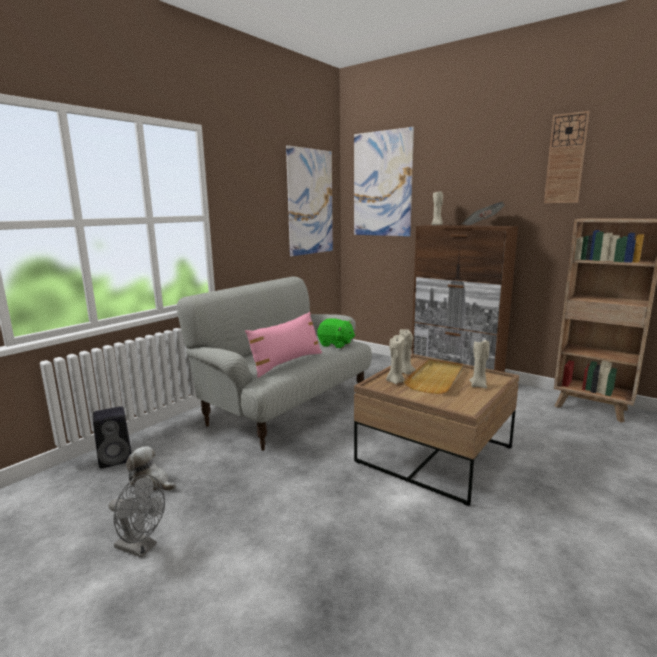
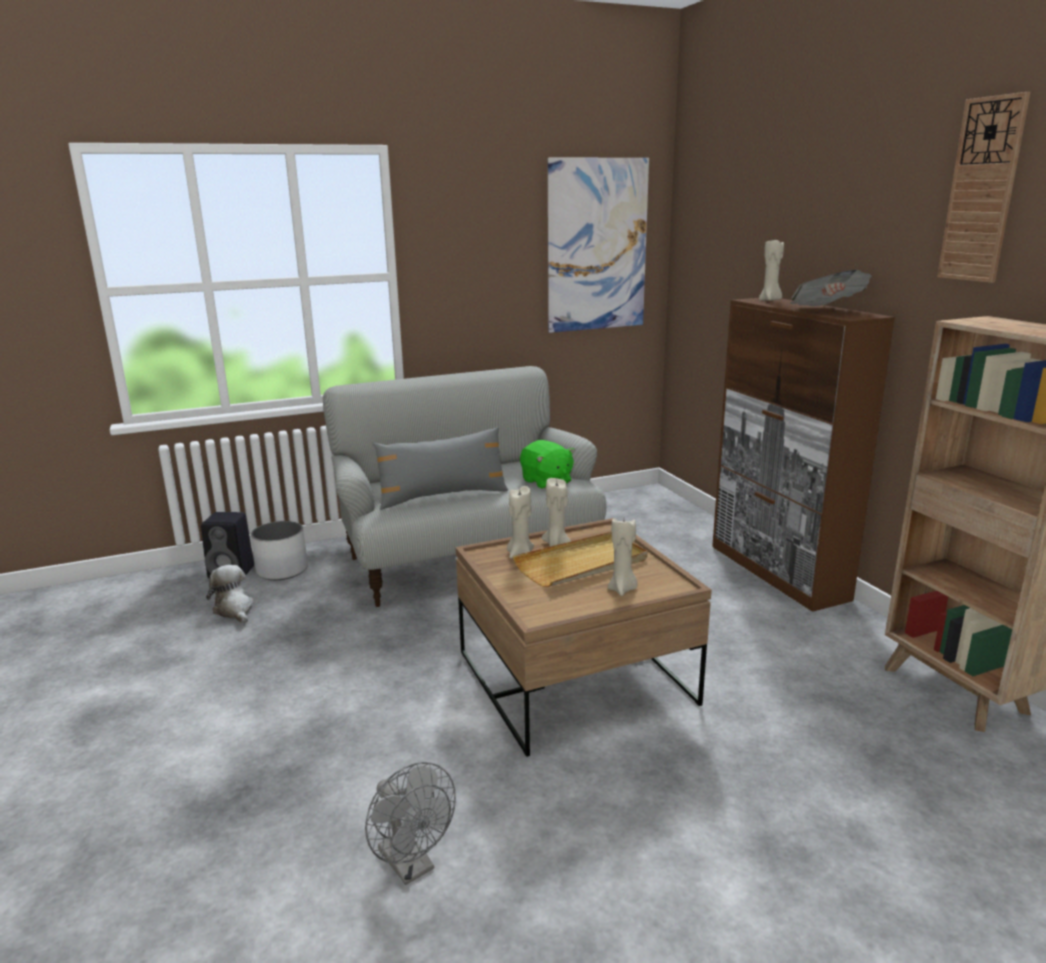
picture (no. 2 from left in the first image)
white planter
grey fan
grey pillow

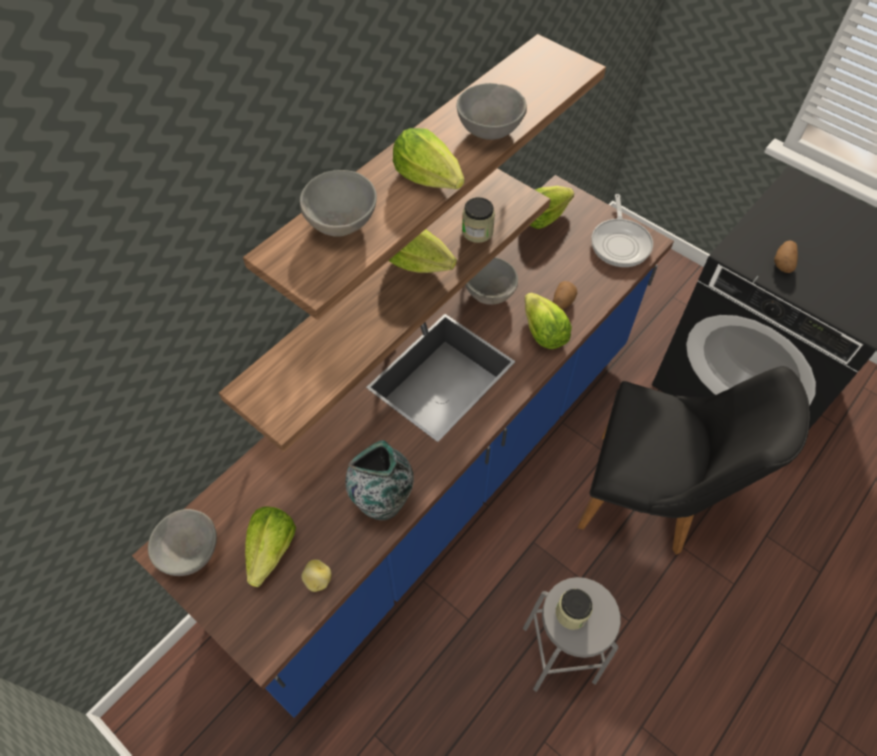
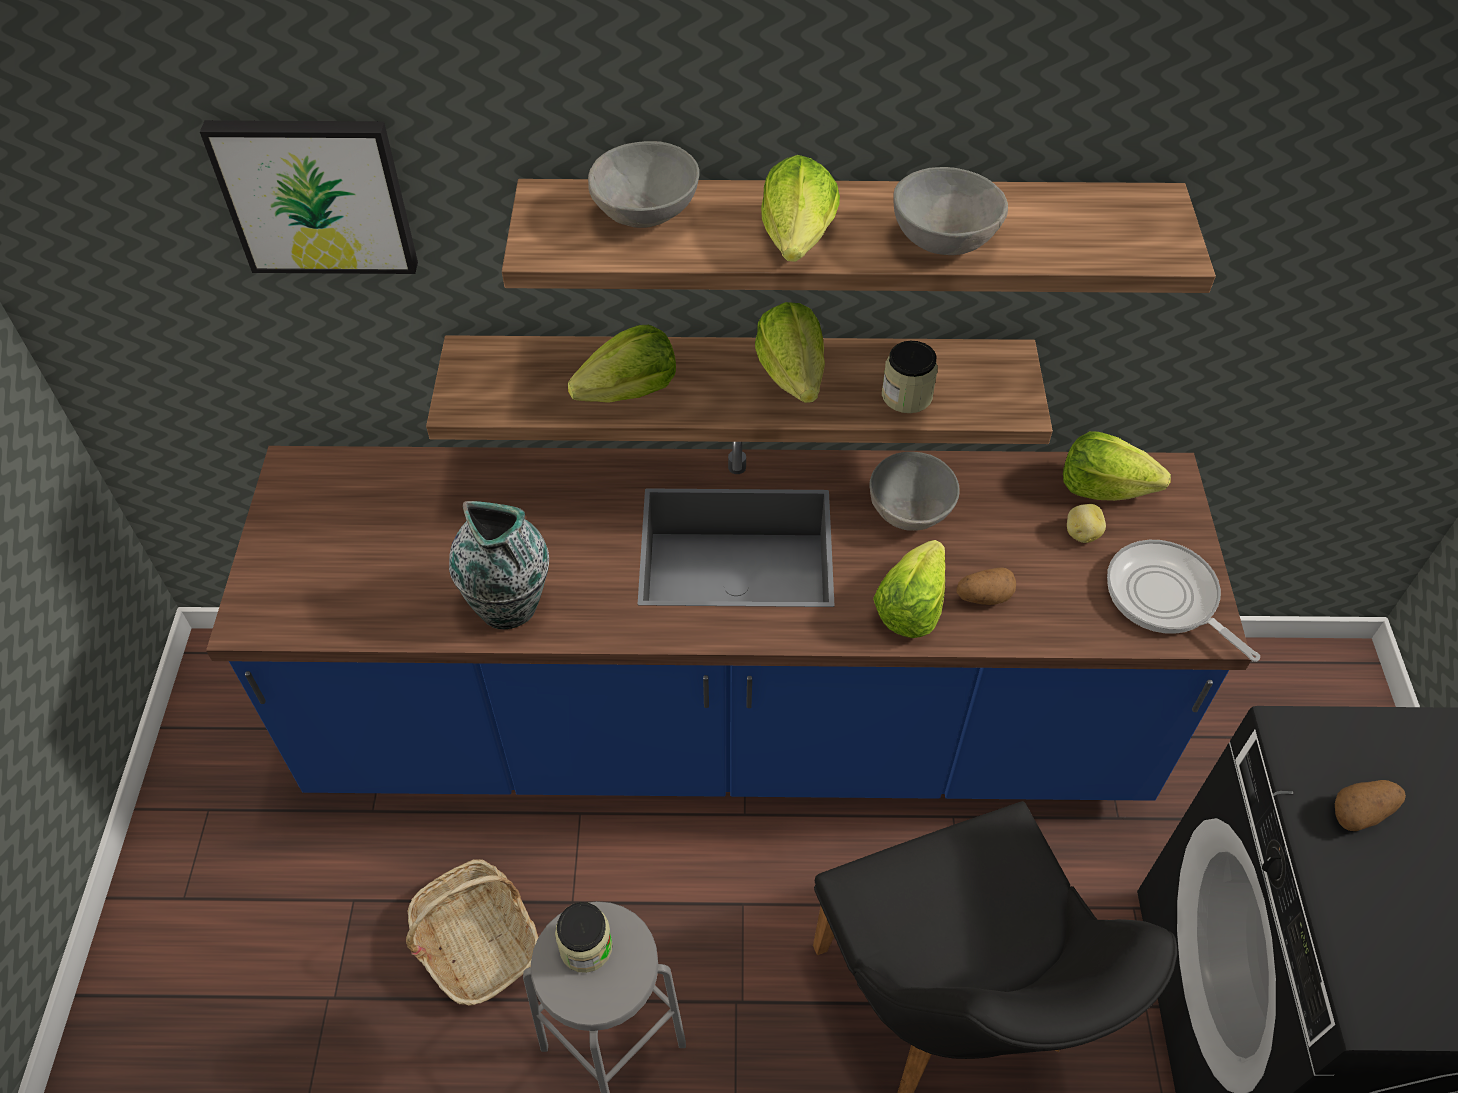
grey bowl (no. 1 from left in the first image)
picture
basket
lettuce (no. 1 from left)
potato (no. 2 from left)
frying pan

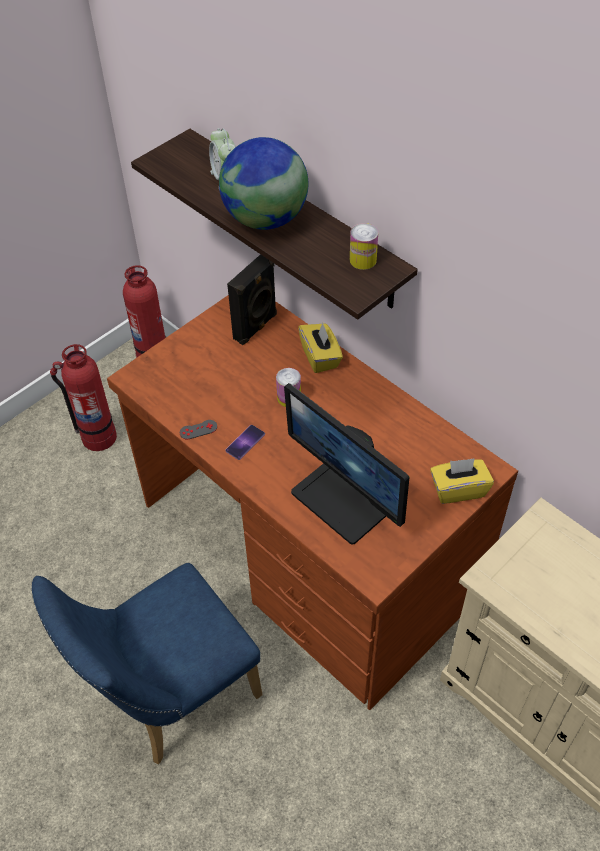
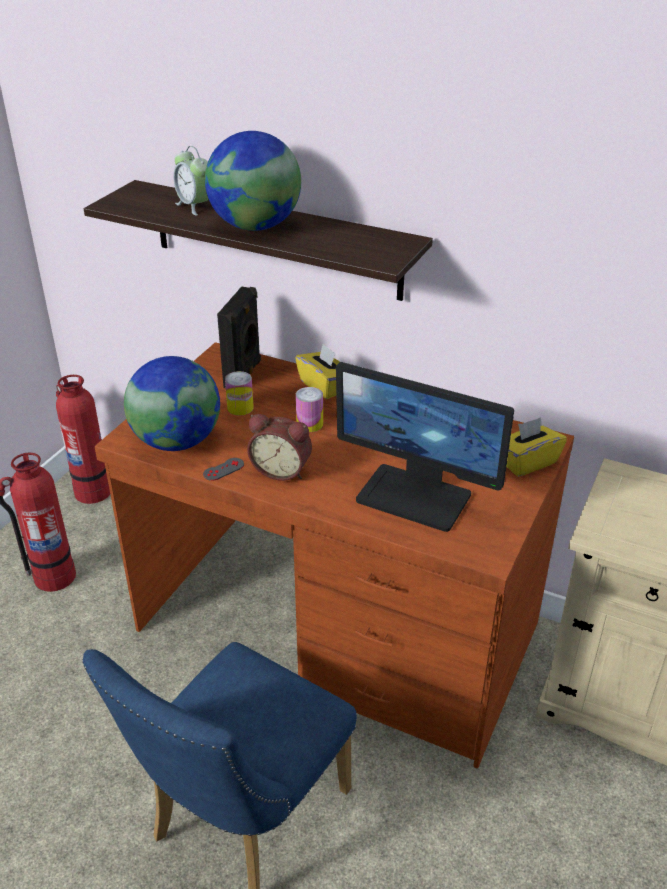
globe (no. 1 from left)
can (no. 1 from left)
alarm clock (no. 2 from left)

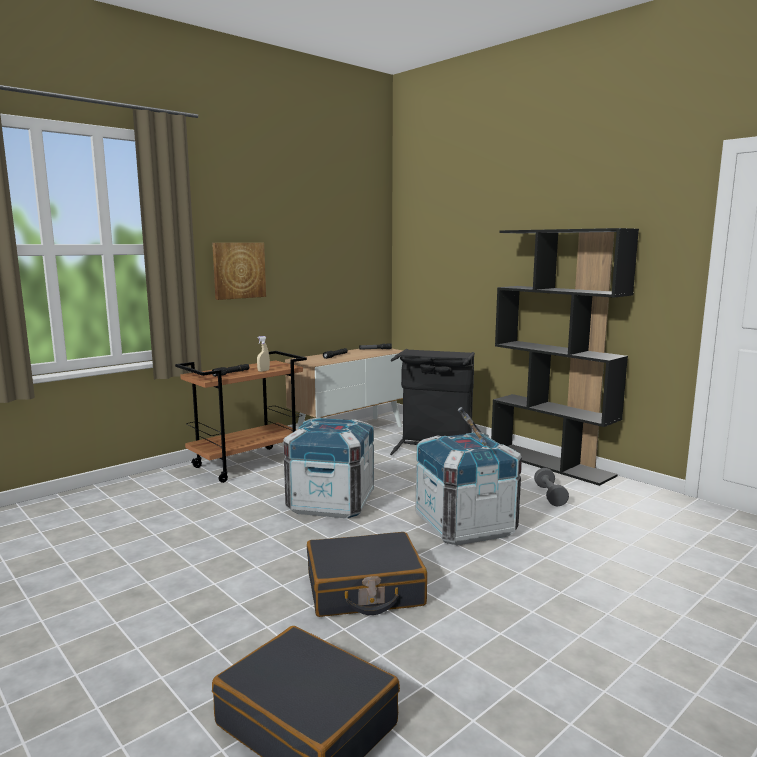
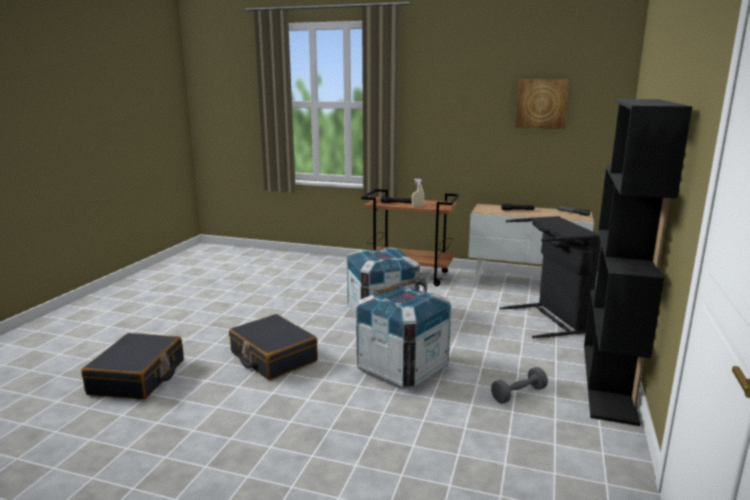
picture

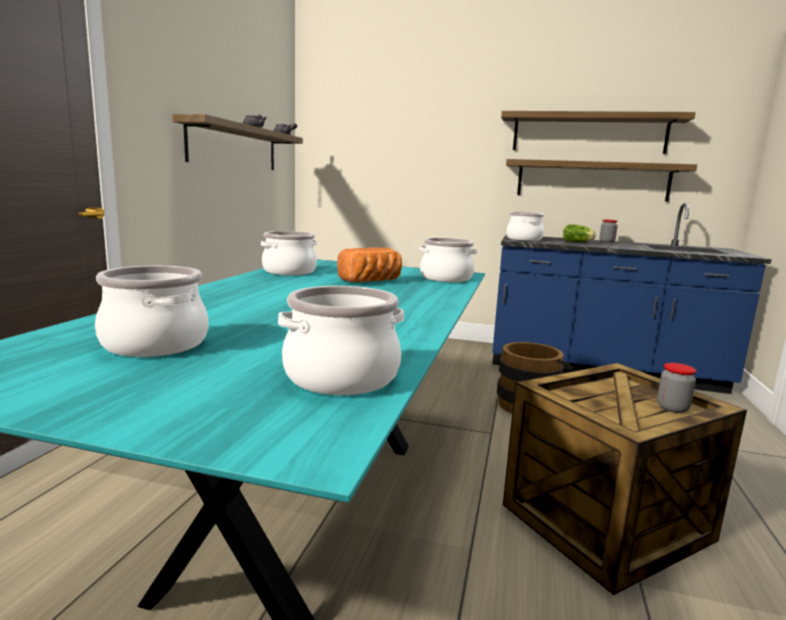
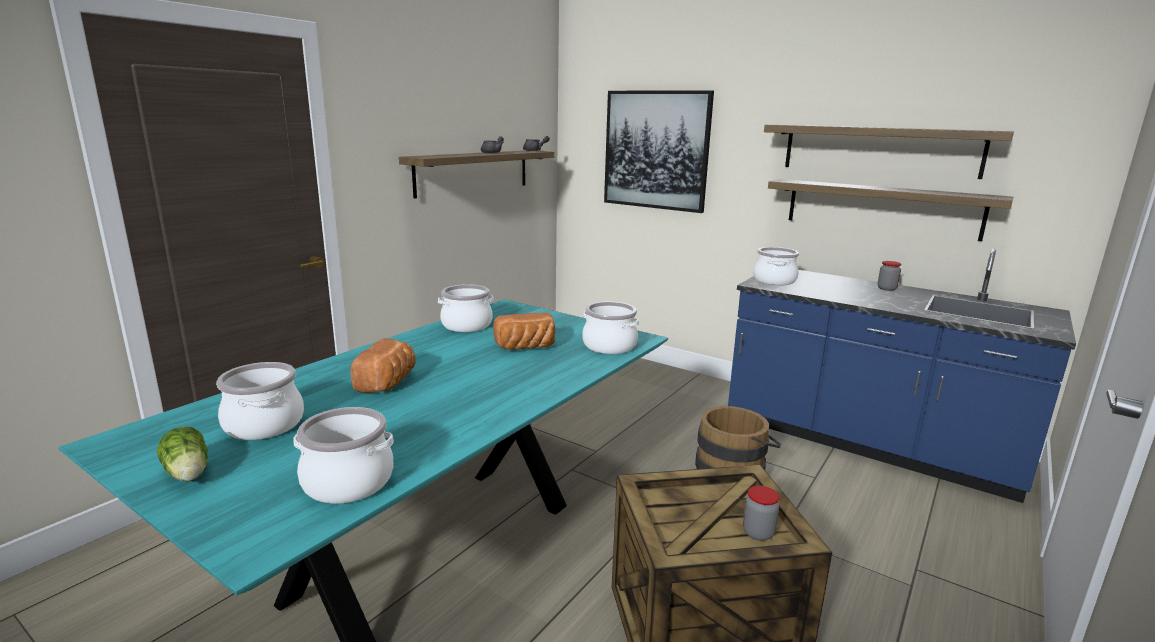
bread (no. 1 from left)
picture
lettuce

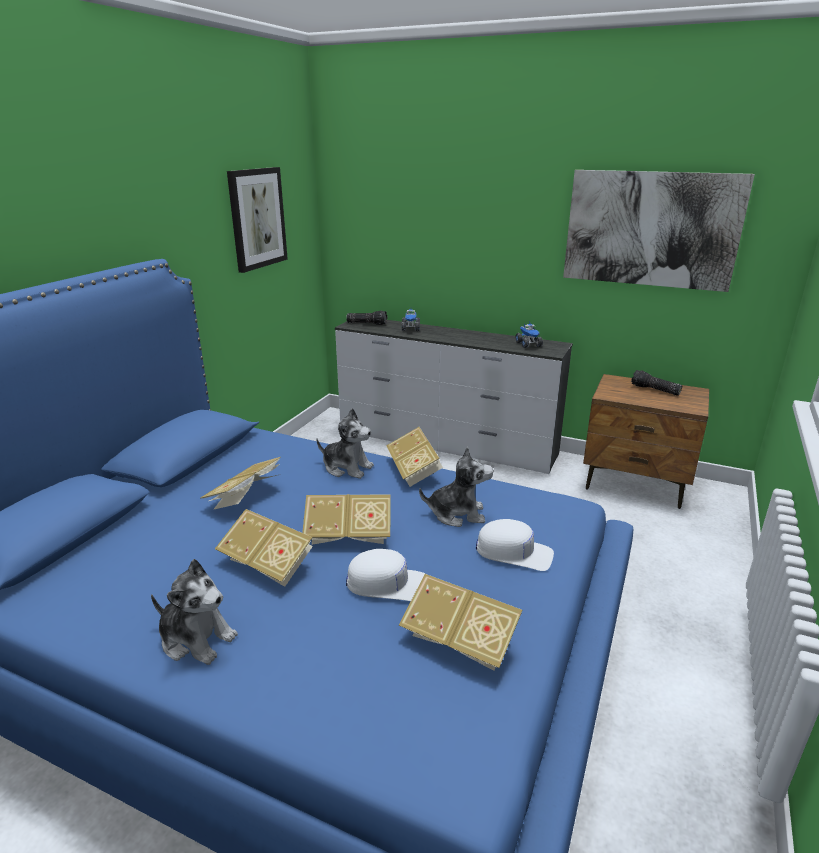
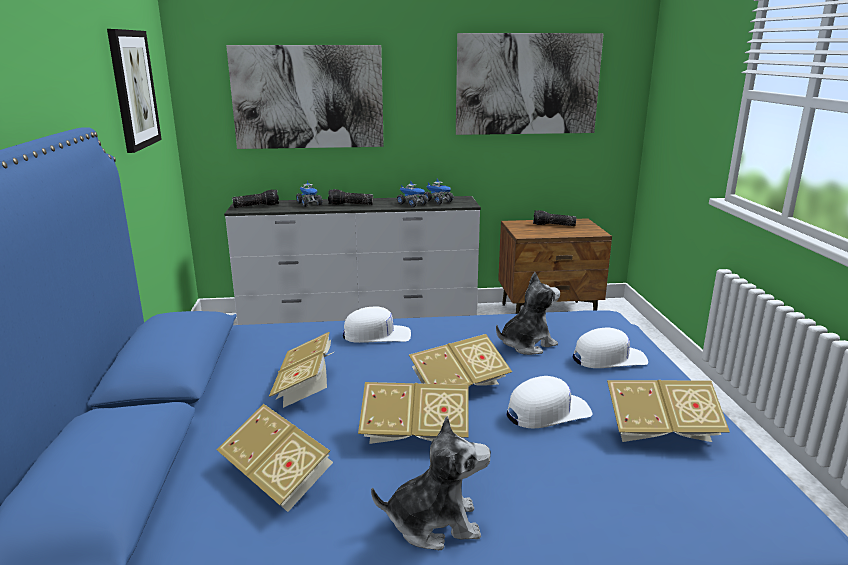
picture (no. 2 from left)
flashlight (no. 2 from left)
toy truck (no. 2 from left)
book (no. 1 from left)
white cap (no. 1 from left)

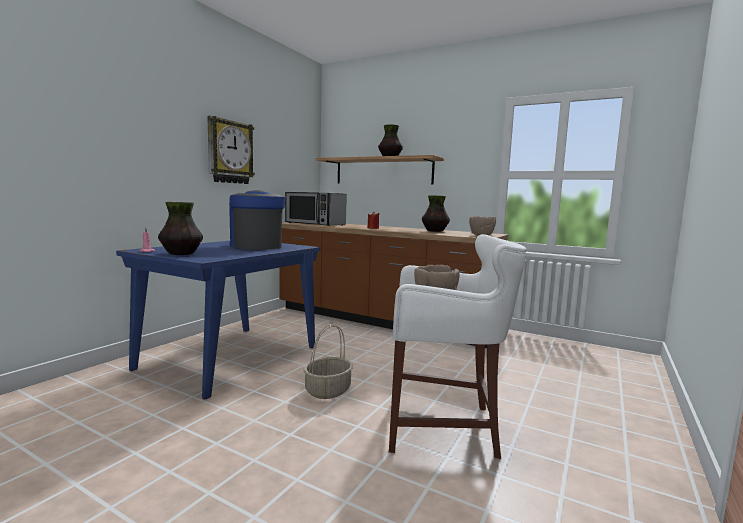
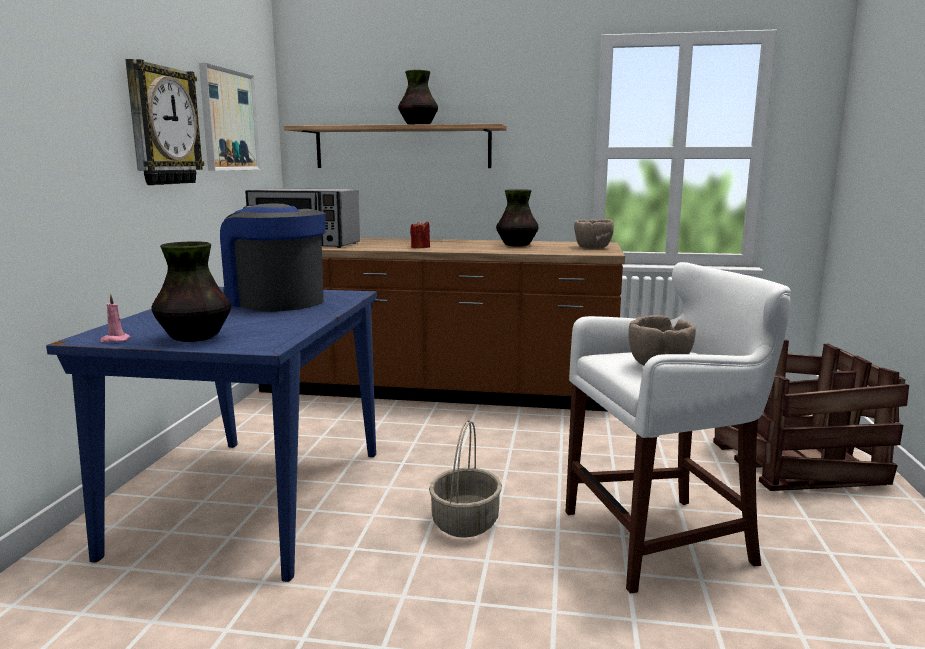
picture
crate

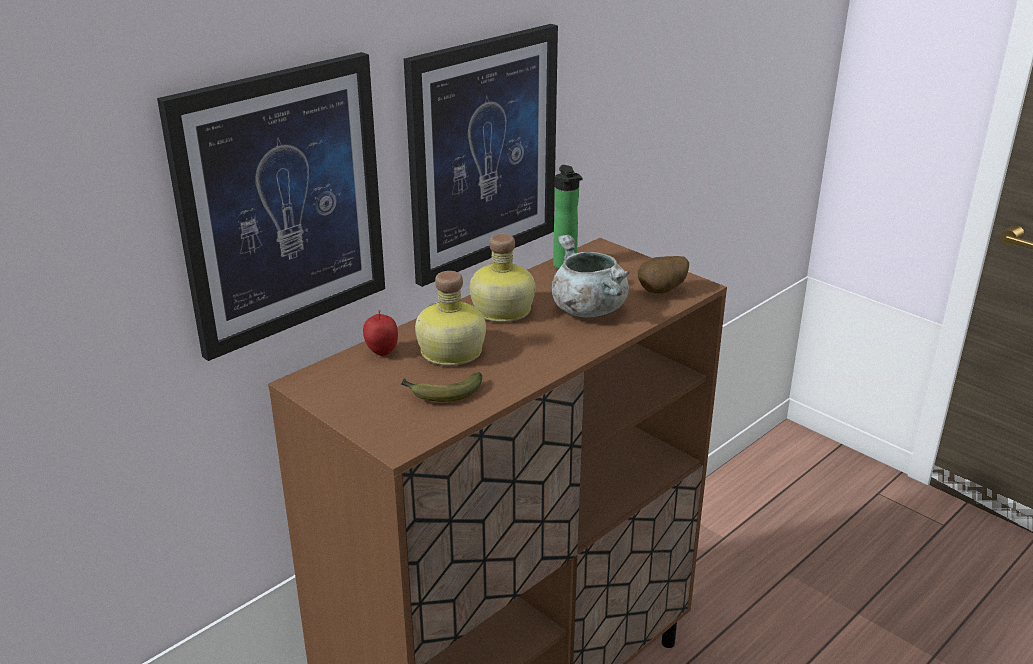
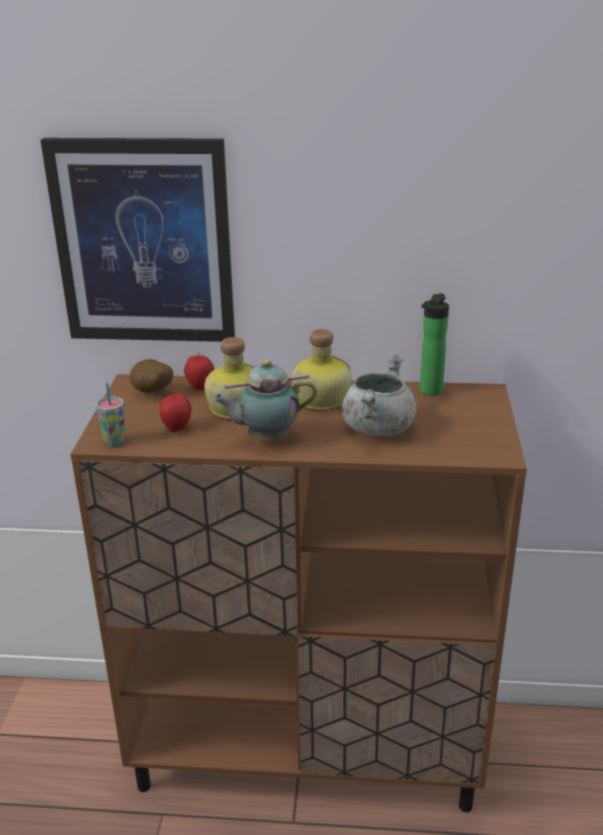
picture (no. 2 from left in the first image)
cup
teapot
potato
apple (no. 1 from left)

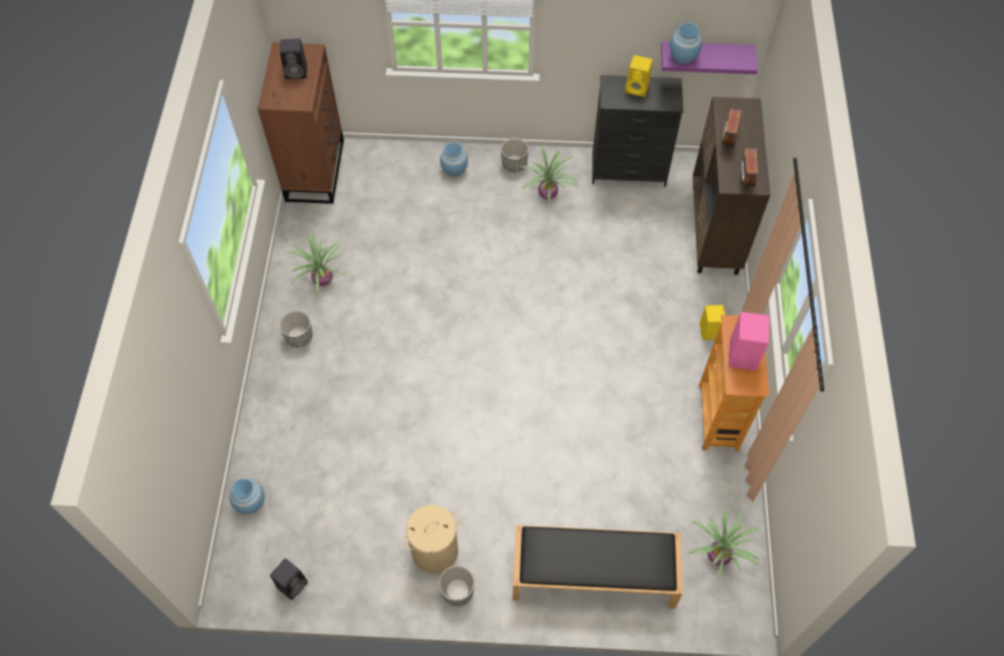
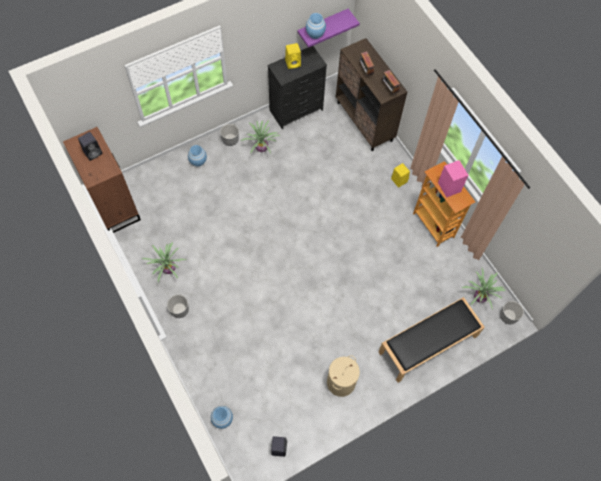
planter (no. 3 from left)

